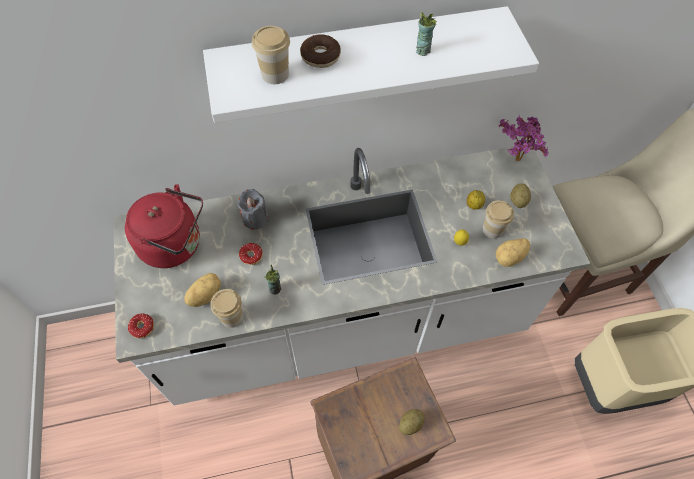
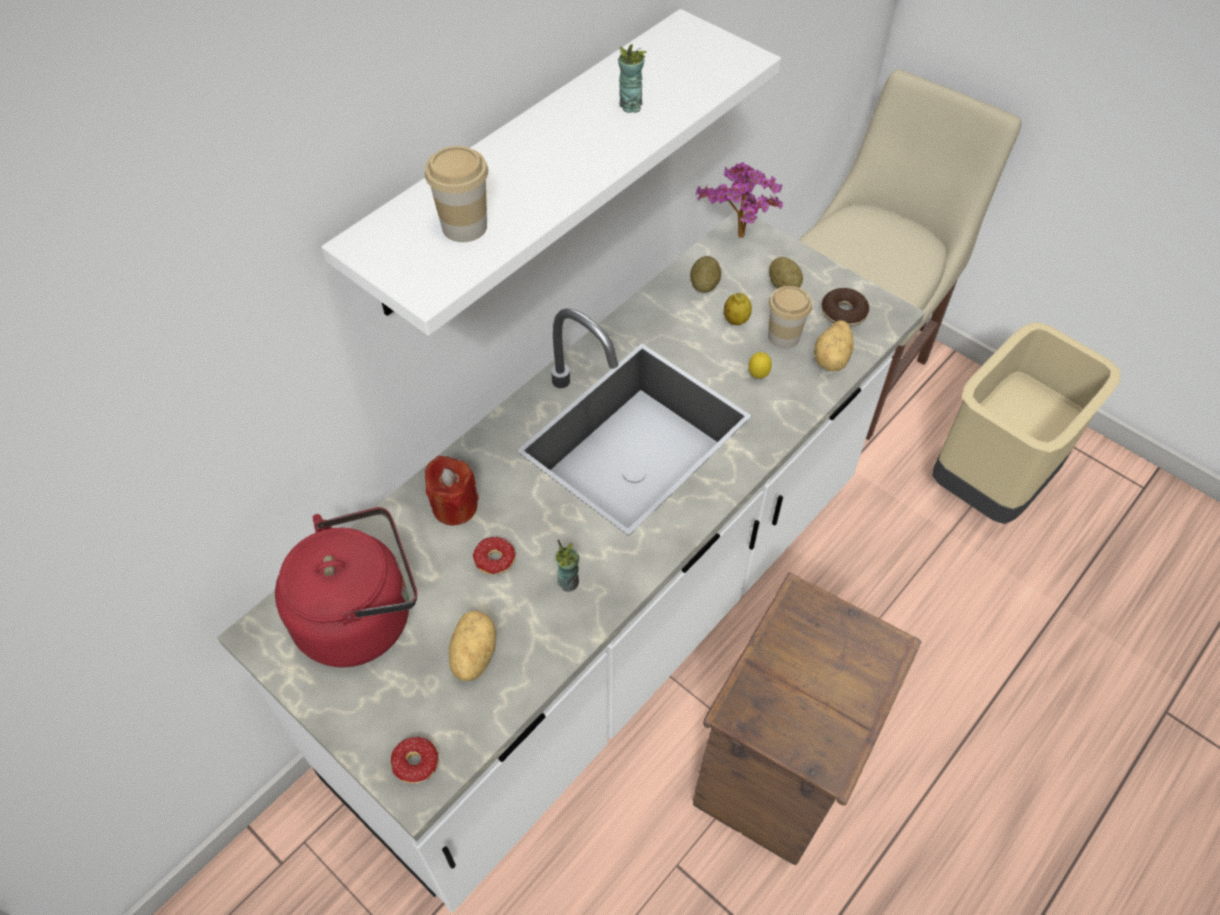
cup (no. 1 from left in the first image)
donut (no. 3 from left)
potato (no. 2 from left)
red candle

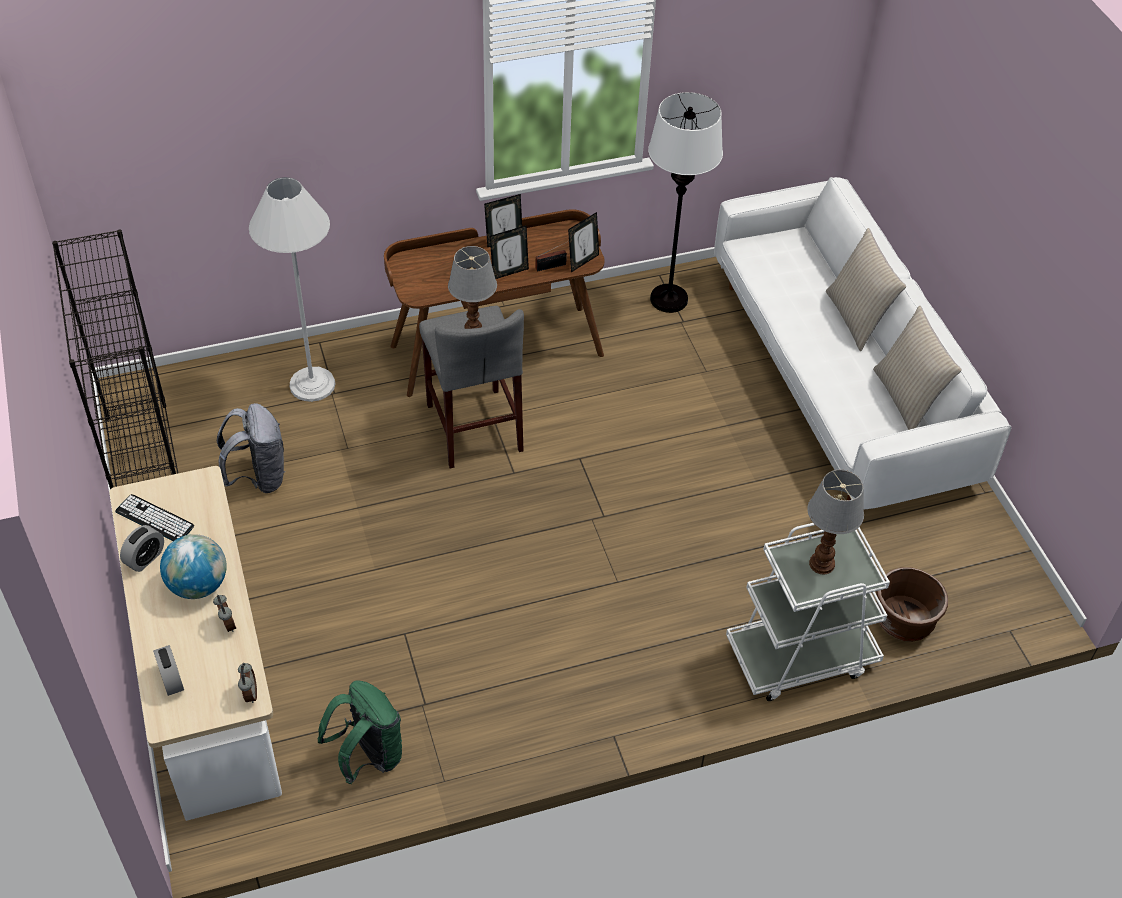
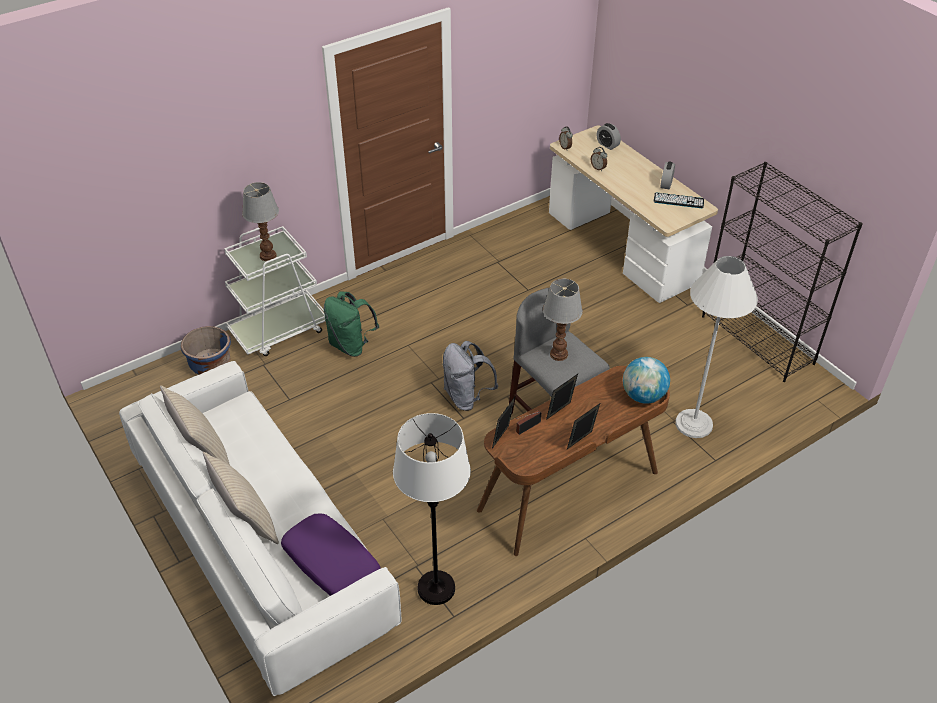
purple pillow
globe
grey backpack
green backpack
blue planter

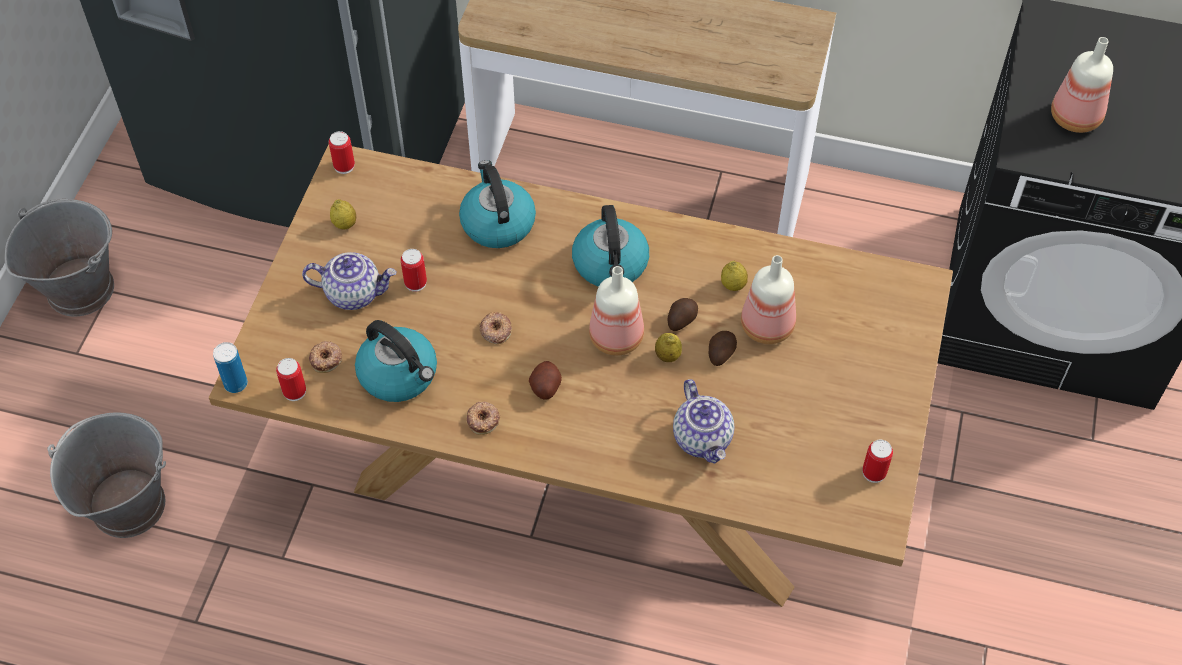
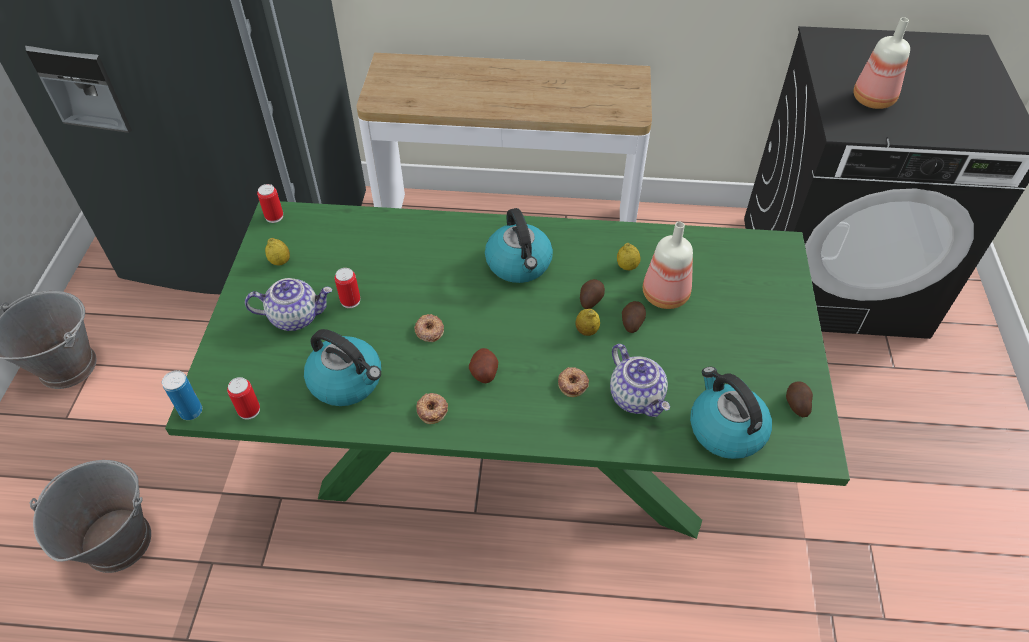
bottle (no. 1 from left in the first image)
donut (no. 3 from left)
kettle (no. 3 from left)
potato (no. 4 from left)
green dining table

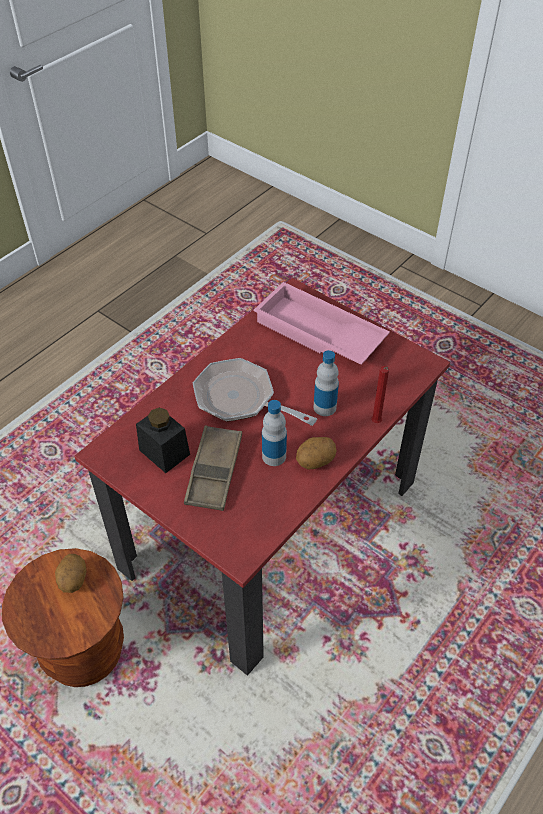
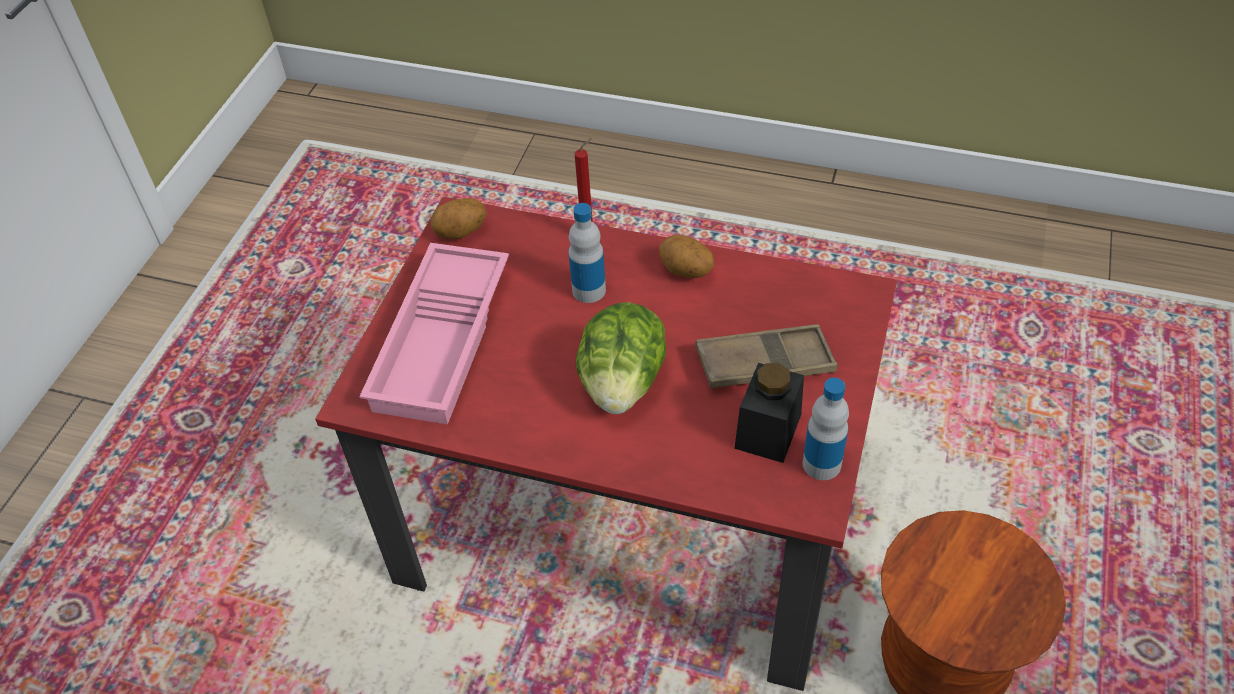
potato (no. 1 from left)
bottle (no. 2 from left)
lettuce

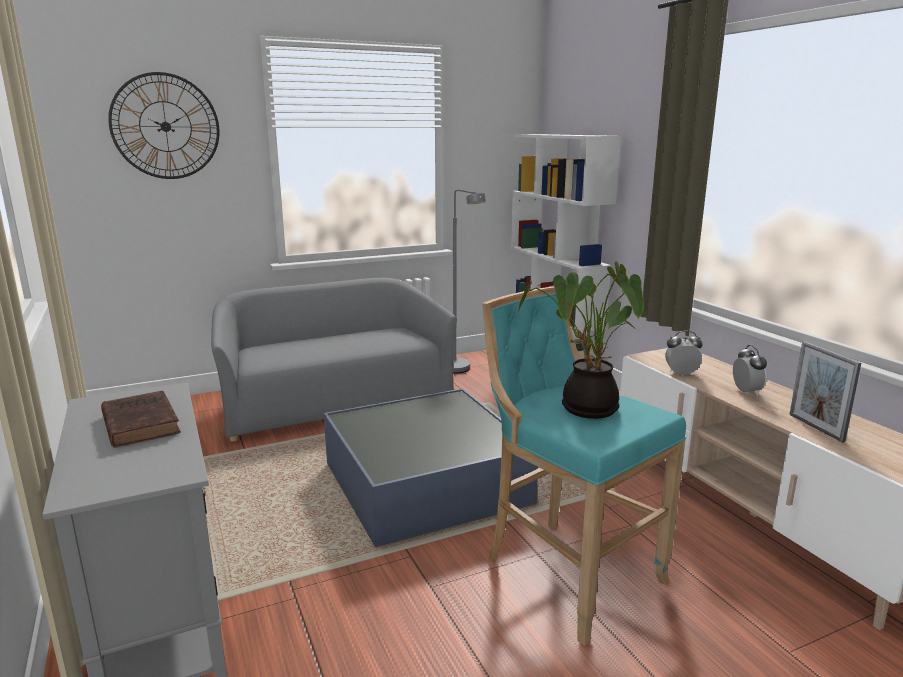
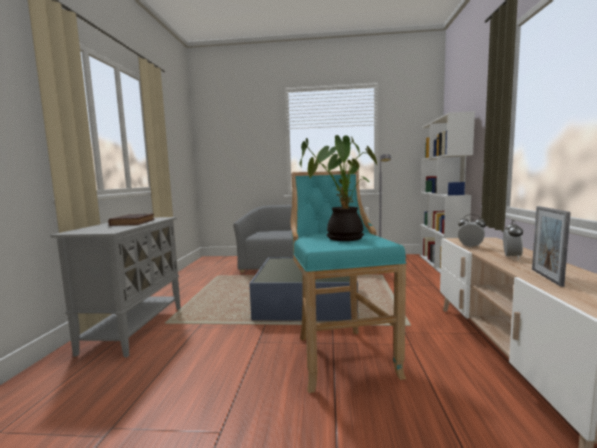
wall clock

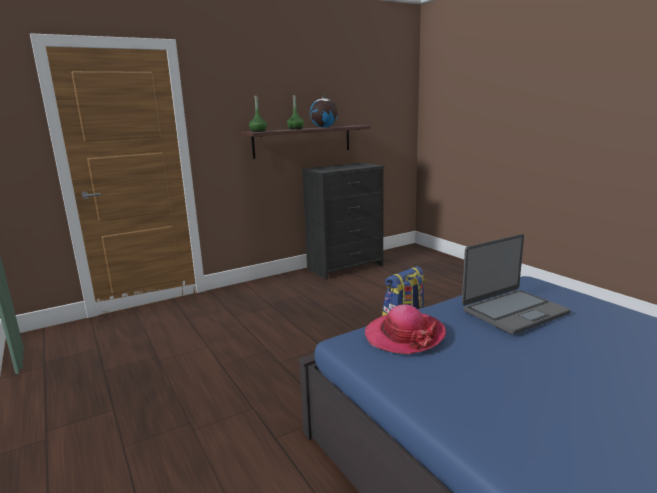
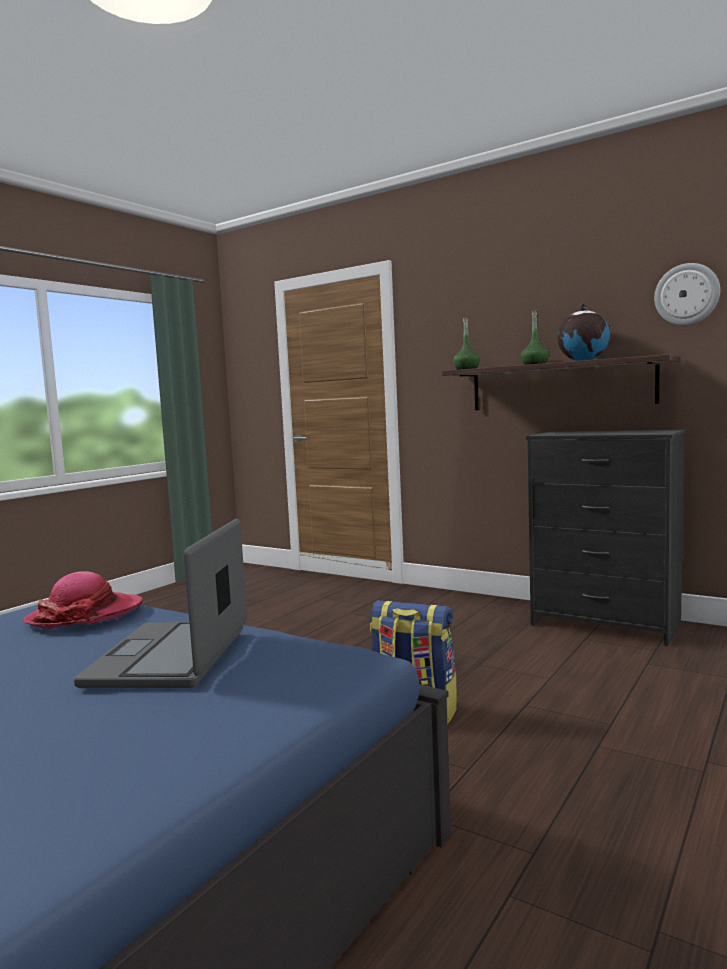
wall clock
laptop

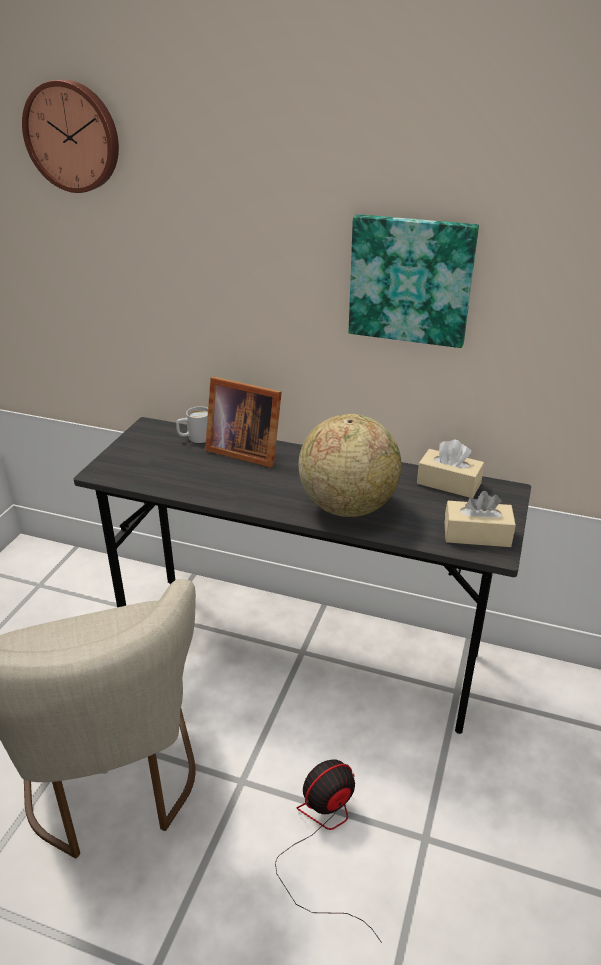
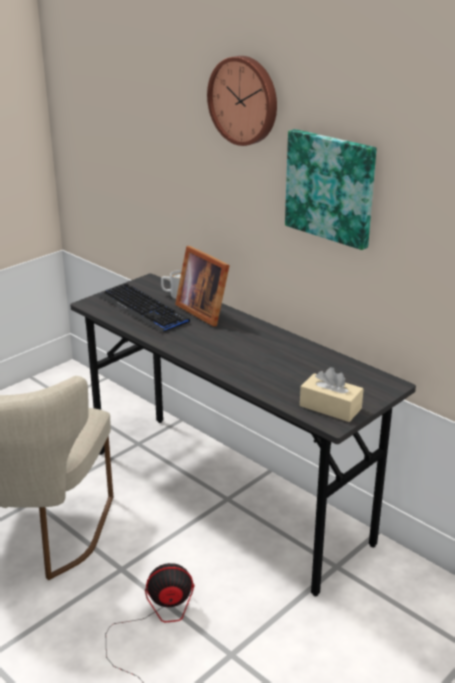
globe
beige tissue box (no. 1 from left in the first image)
keyboard
wall clock

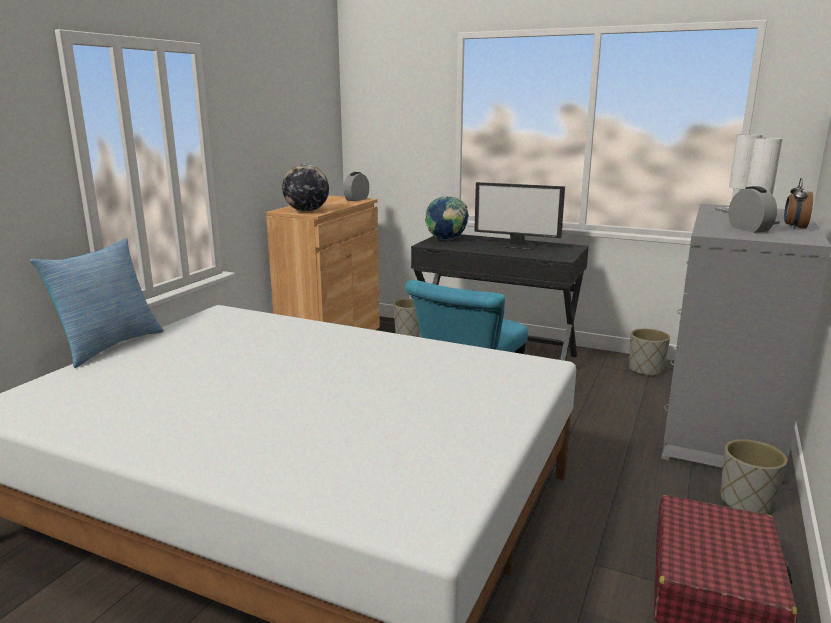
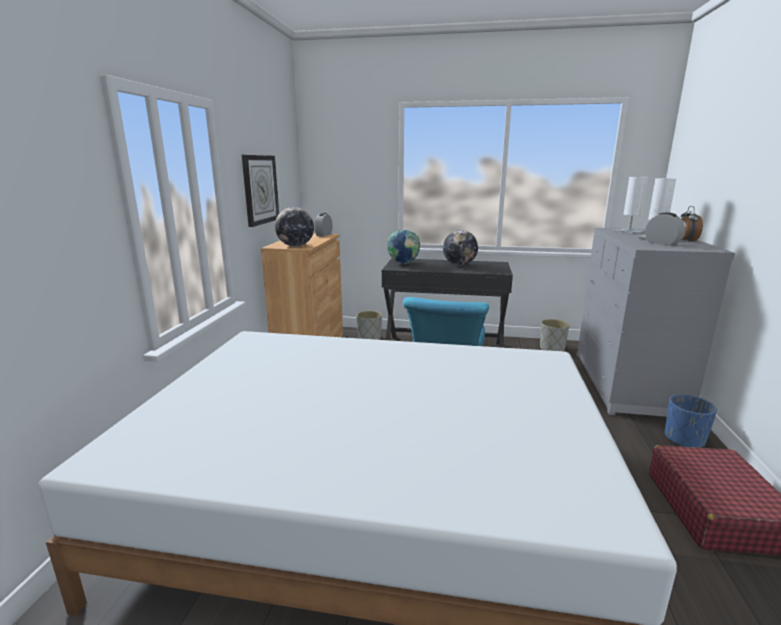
pillow
wall clock
globe (no. 3 from left)
blue planter

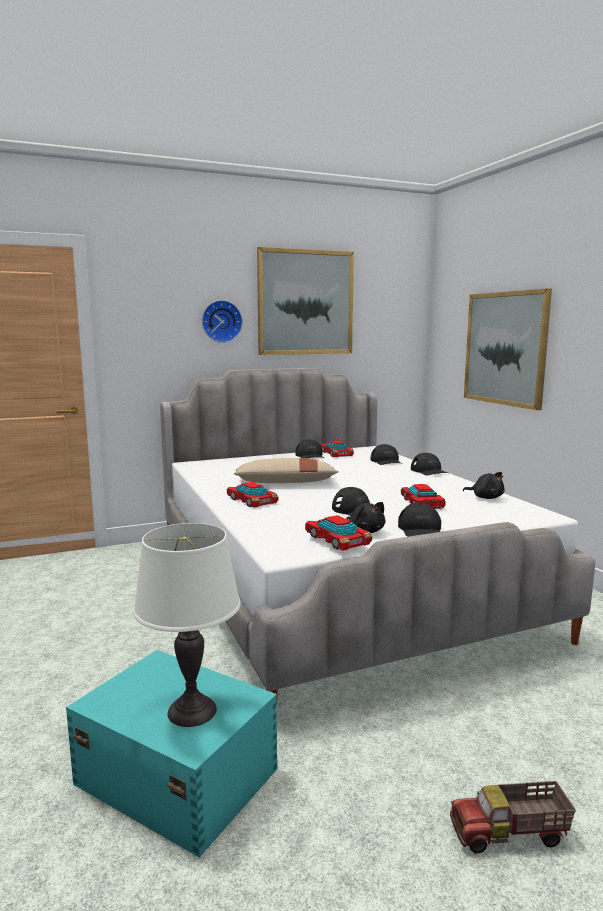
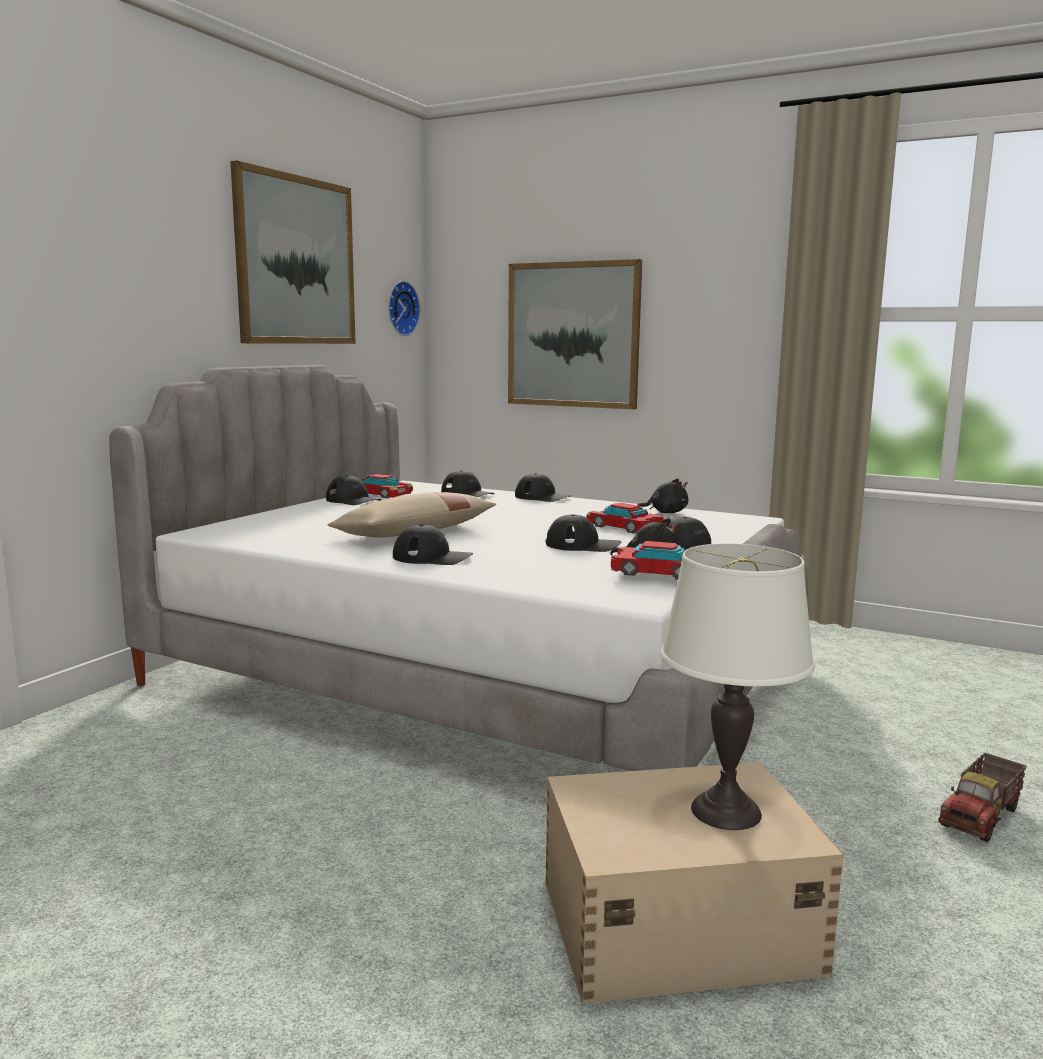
wall clock
black cap (no. 2 from left)
beige storage box

